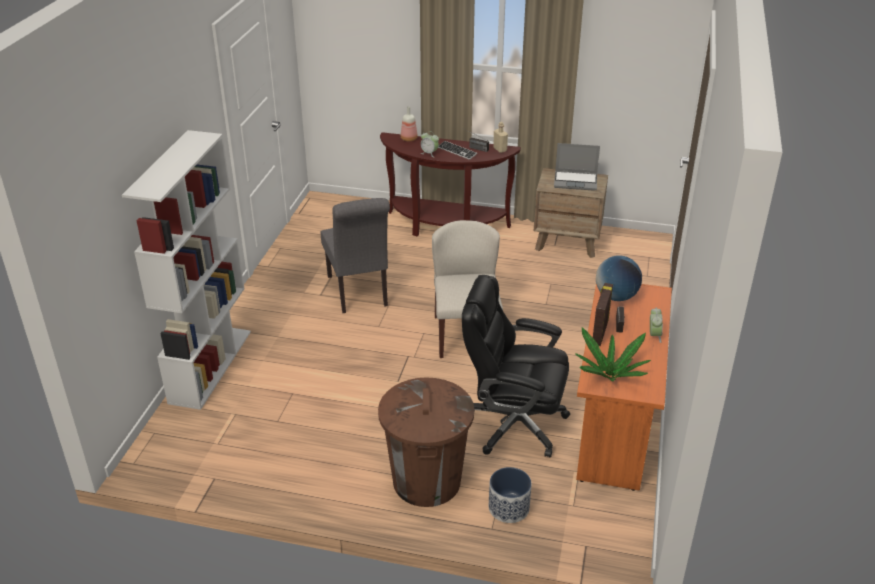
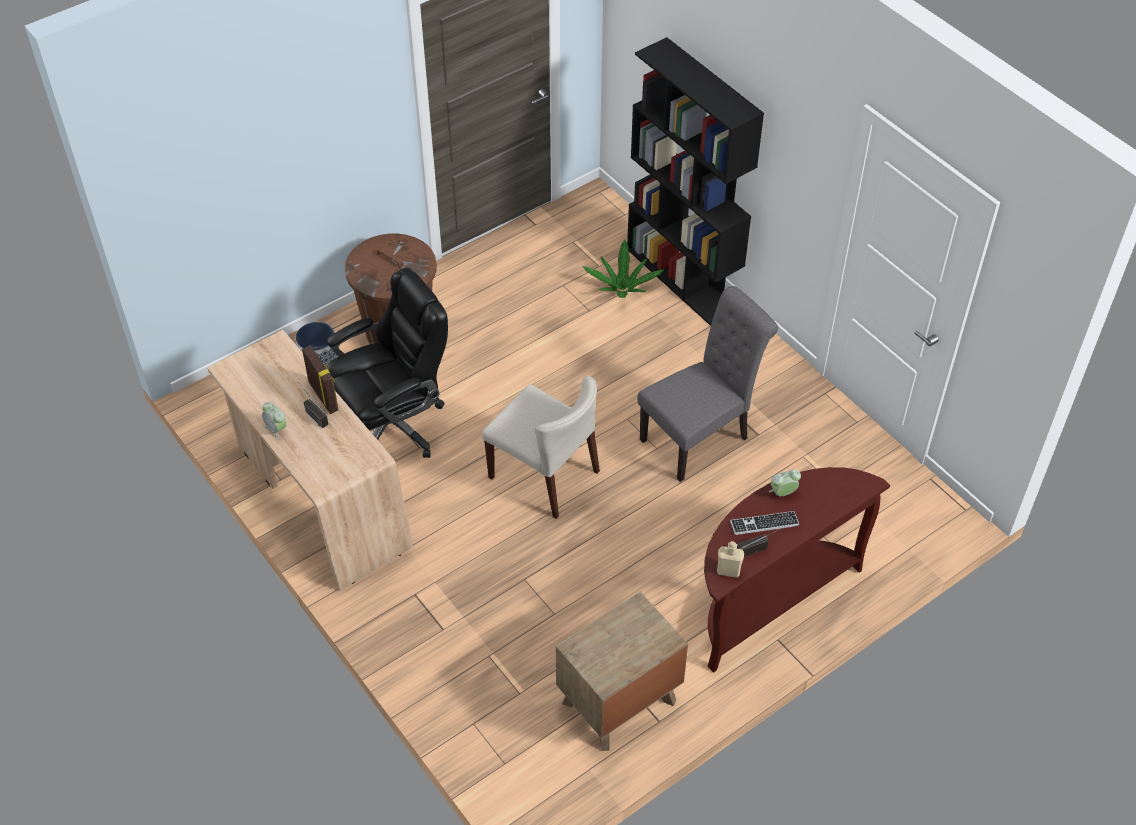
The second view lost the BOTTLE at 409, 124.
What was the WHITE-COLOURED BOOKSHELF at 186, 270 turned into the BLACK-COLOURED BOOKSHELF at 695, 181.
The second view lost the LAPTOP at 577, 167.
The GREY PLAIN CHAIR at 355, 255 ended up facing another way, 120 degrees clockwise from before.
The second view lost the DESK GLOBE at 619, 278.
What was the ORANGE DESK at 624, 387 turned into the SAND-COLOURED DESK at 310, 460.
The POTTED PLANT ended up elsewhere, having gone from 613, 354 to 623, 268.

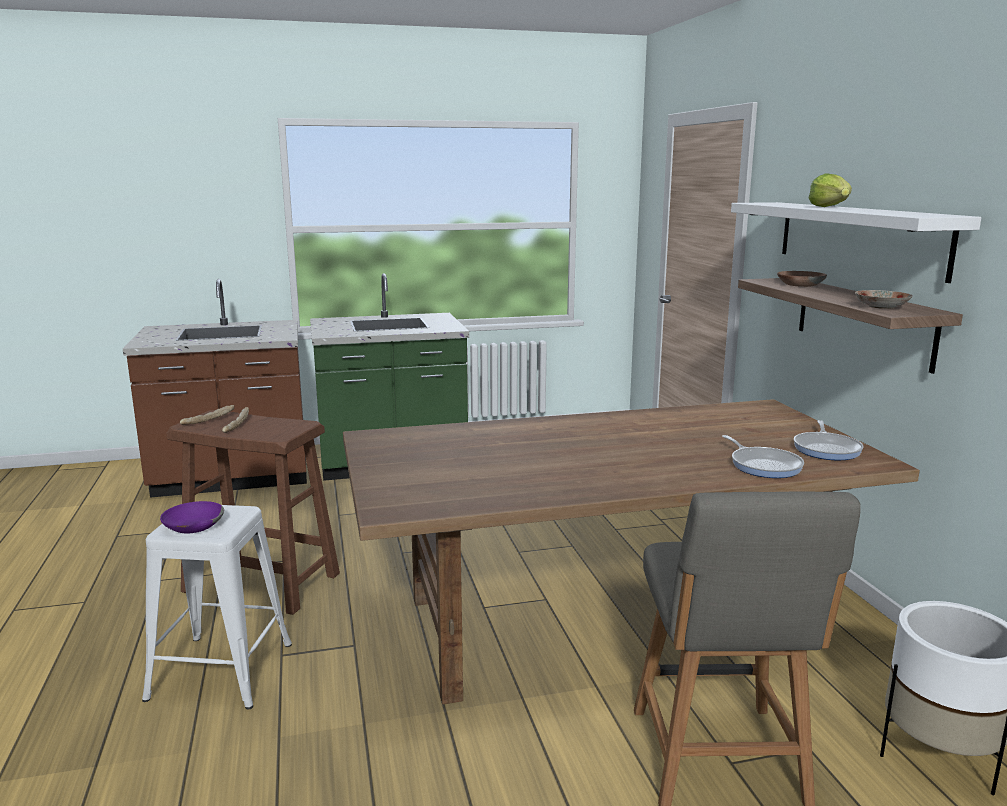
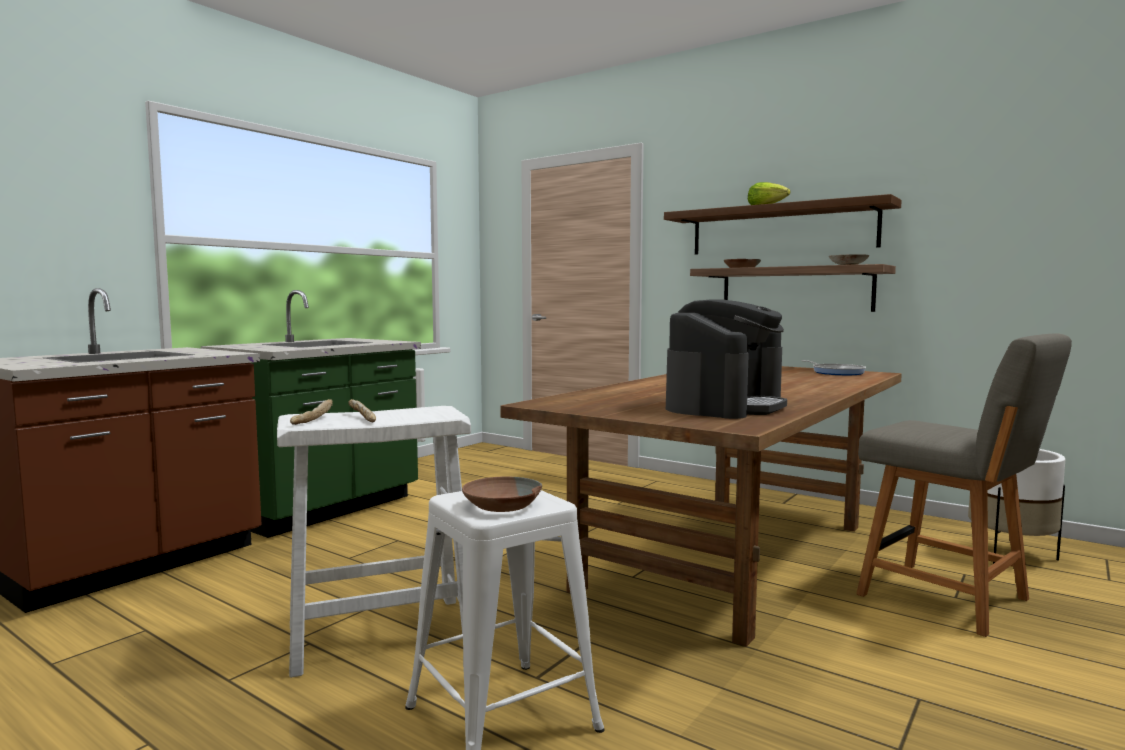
What was the WHITE-COLOURED WALL SHELF at 856, 242 turned into the BROWNISH WALL SHELF at 783, 224.
What was the BROWNISH STOOL SEAT at 253, 512 turned into the WHITE-COLOURED STOOL SEAT at 374, 542.
The second view lost the FRYING PAN at 763, 456.
What was the PURPLE SERVING BOWL at 192, 517 turned into the BROWNISH SERVING BOWL at 502, 494.
The second view gained the COFFEE MACHINE at 726, 359.

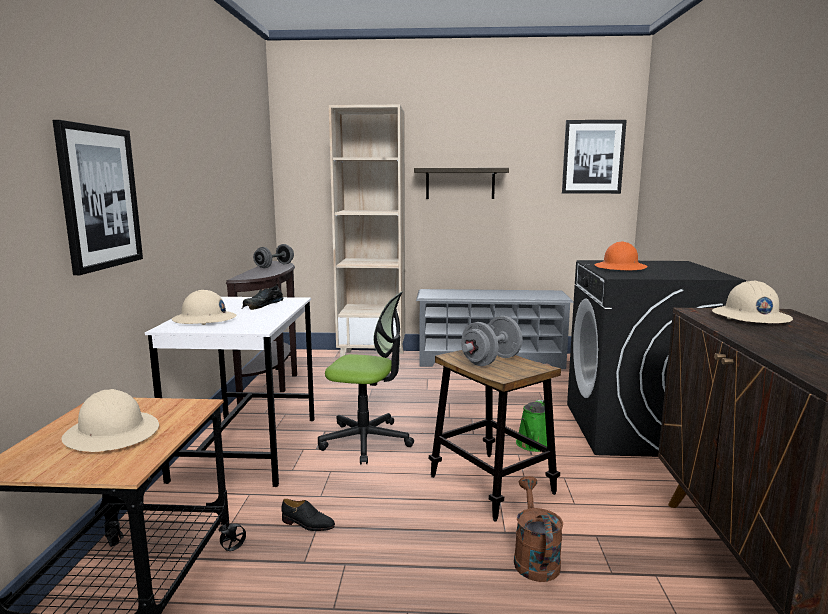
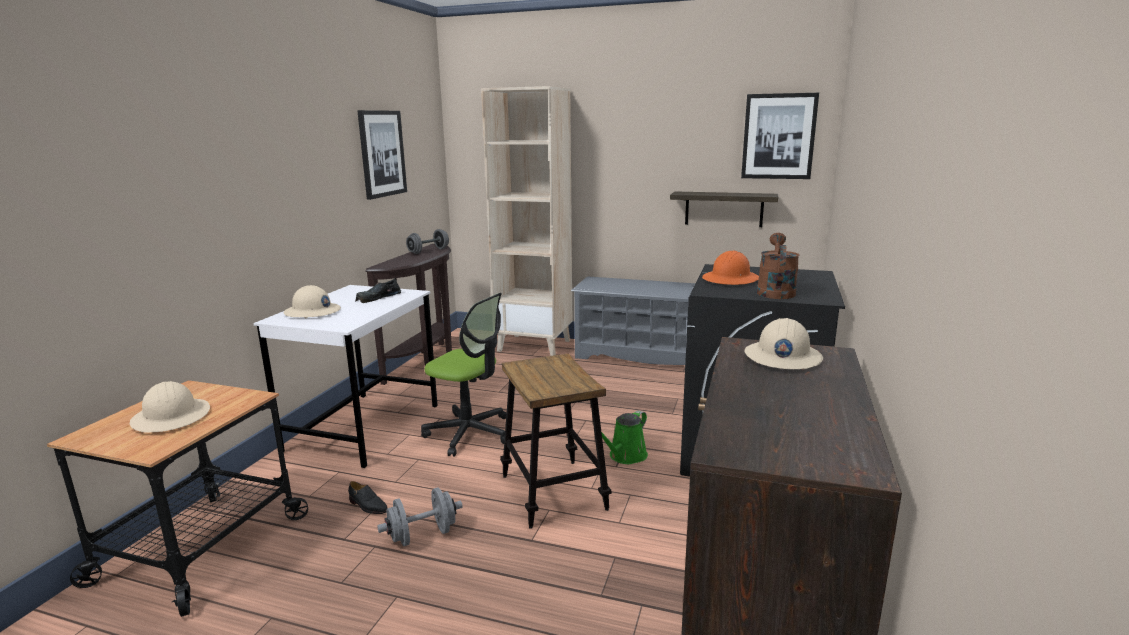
The WALL ART ended up elsewhere, having gone from 98, 197 to 382, 155.
The WALL SHELF ended up elsewhere, having gone from 461, 183 to 724, 209.
The GREY FREE WEIGHT ended up elsewhere, having gone from 492, 341 to 420, 516.
The BROWNISH WATERING POT ended up elsewhere, having gone from 538, 529 to 778, 266.

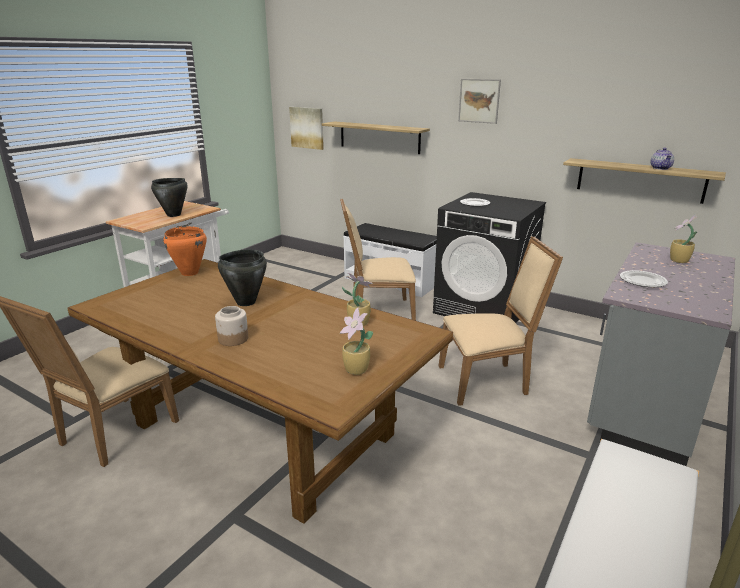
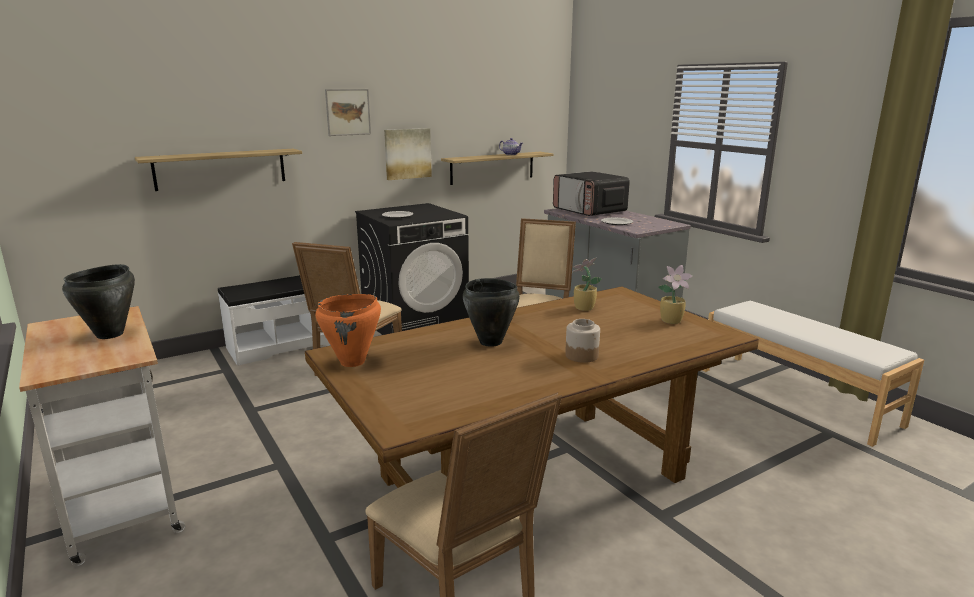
The WALL ART ended up elsewhere, having gone from 306, 128 to 408, 154.
Where the POTTED PLANT stood at 683, 238, the KITCHEN MICROWAVE came to stand at 591, 193.

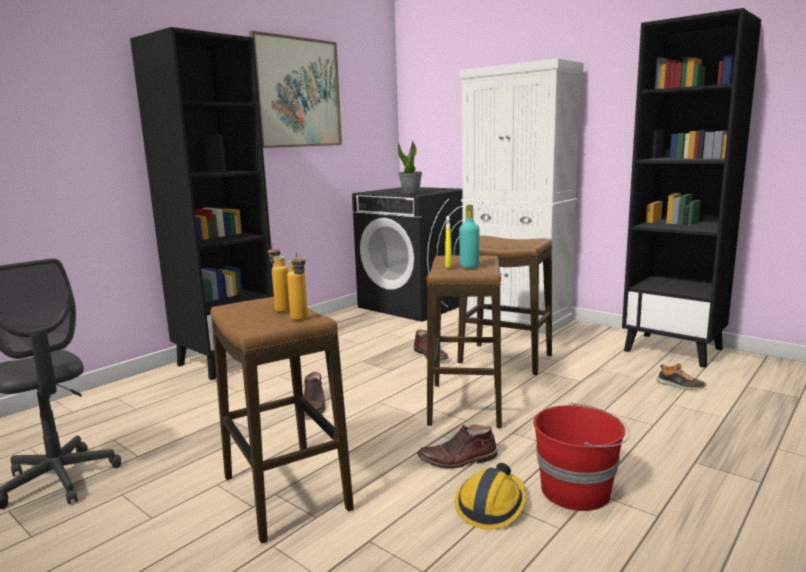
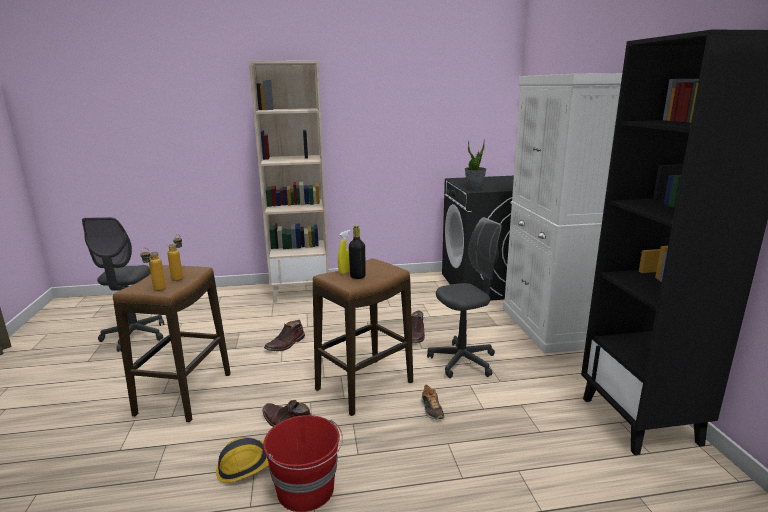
What was the BLACK-COLOURED BOOKSHELF at 202, 203 turned into the SAND-COLOURED BOOKSHELF at 289, 182.
The second view lost the WALL ART at 295, 89.
What was the TURQUOISE BOTTLE at 469, 236 turned into the BLACK-COLOURED BOTTLE at 357, 252.
Where the STOOL SEAT stood at 505, 305, the GREY COMPUTER CHAIR came to stand at 464, 297.
The LOW SHOE ended up elsewhere, having gone from 681, 376 to 433, 401.

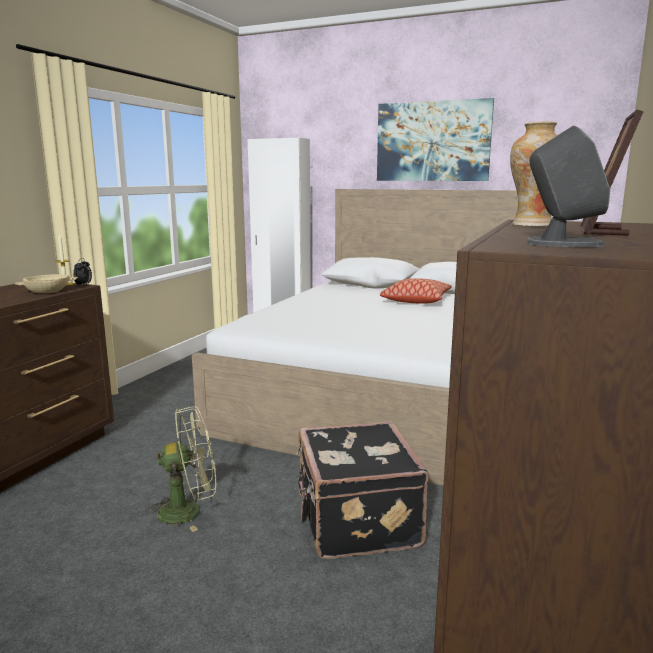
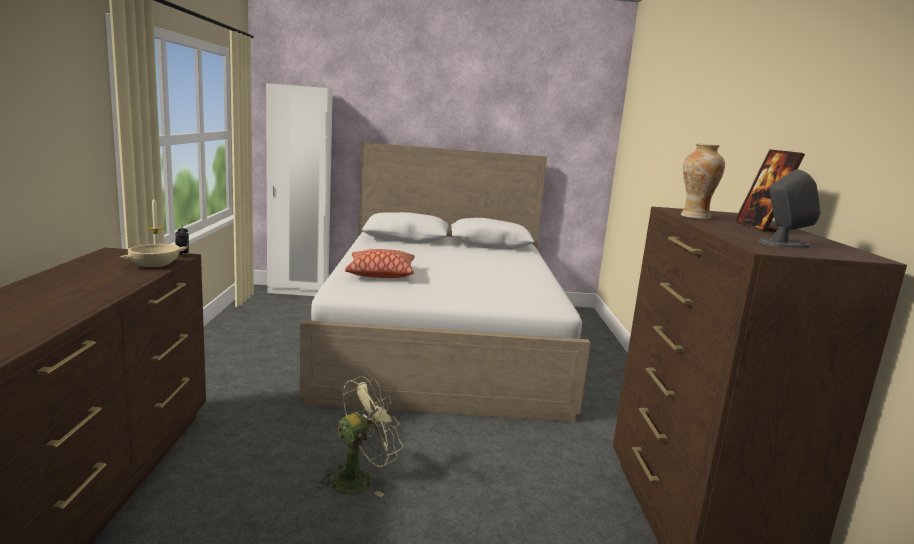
The second view lost the WALL ART at 435, 139.
The PILLOW ended up elsewhere, having gone from 415, 291 to 380, 263.
The second view lost the BLACK-COLOURED TRAVEL CASE at 362, 490.

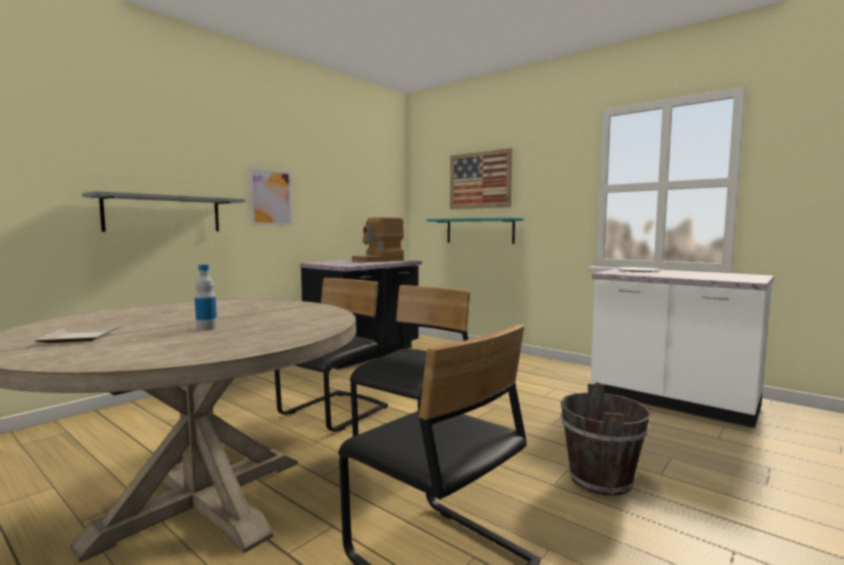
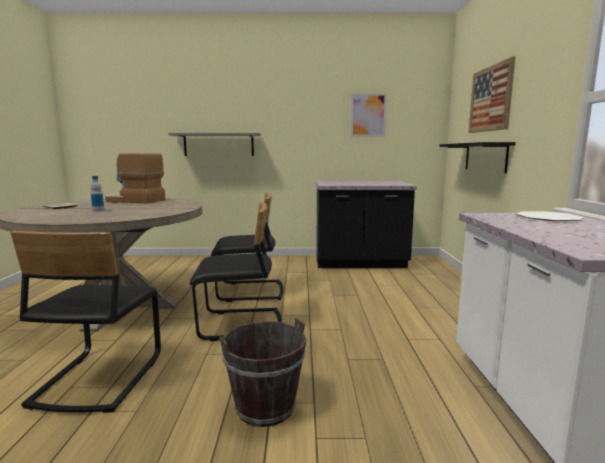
The WALL ART ended up elsewhere, having gone from 270, 196 to 369, 115.
The COFFEE MACHINE ended up elsewhere, having gone from 378, 239 to 135, 178.
What was the TURQUOISE WALL SHELF at 475, 231 turned into the BLACK-COLOURED WALL SHELF at 477, 157.

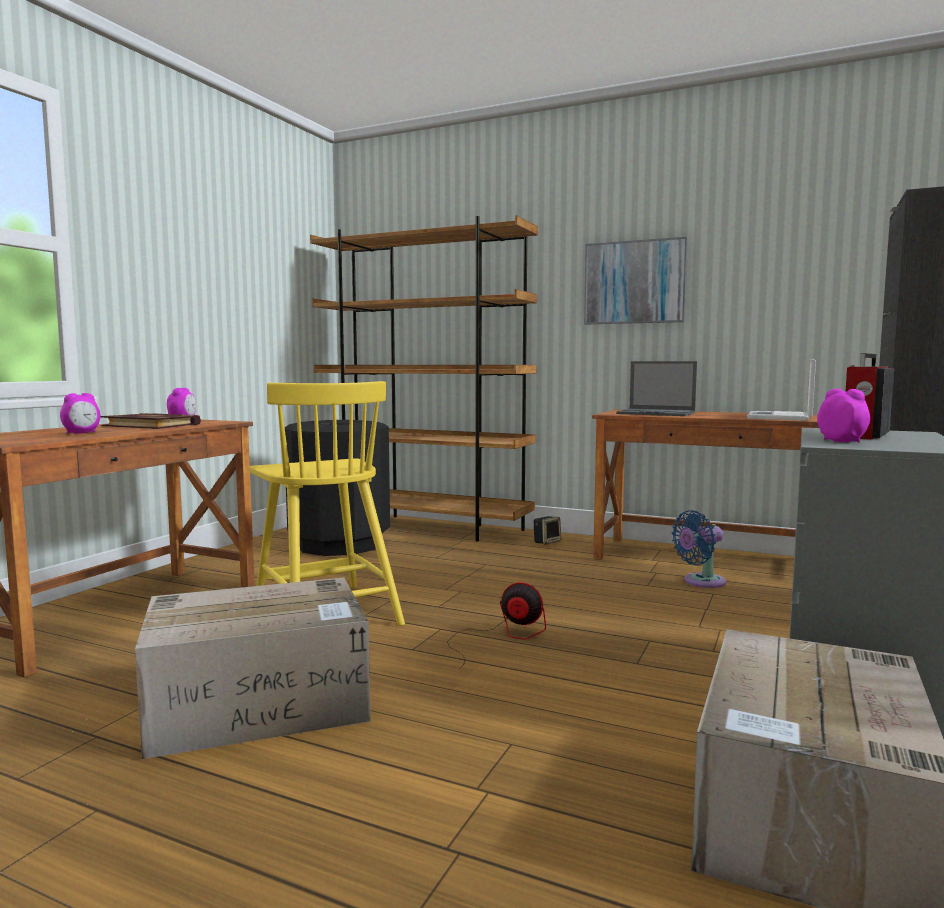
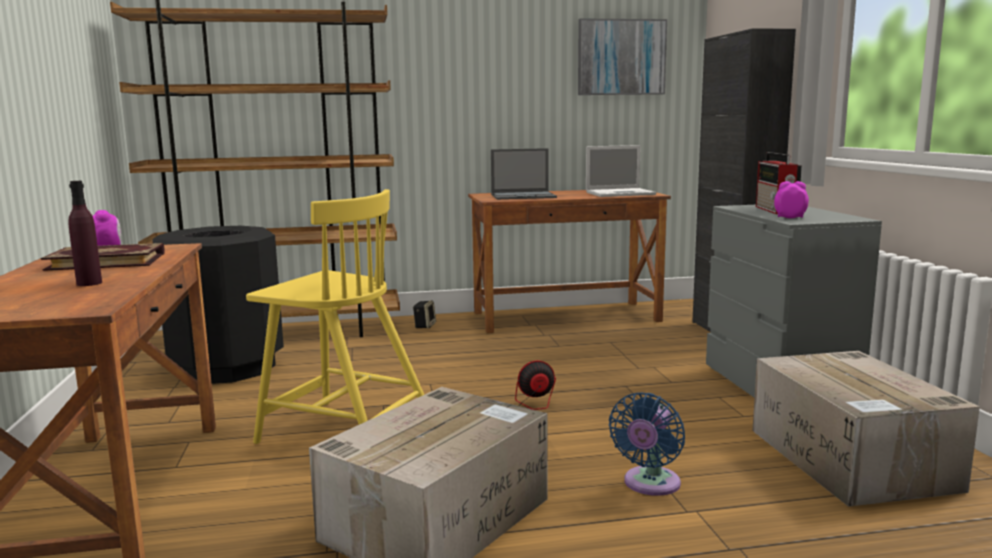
The WALL ART ended up elsewhere, having gone from 636, 280 to 622, 57.
The LAPTOP at 781, 390 ended up facing another way, 90 degrees counterclockwise from before.
Where the ALARM CLOCK stood at 80, 413, the PURPLE BOTTLE came to stand at 85, 233.
The BLUE-COLOURED COOLING FAN ended up elsewhere, having gone from 699, 549 to 647, 444.

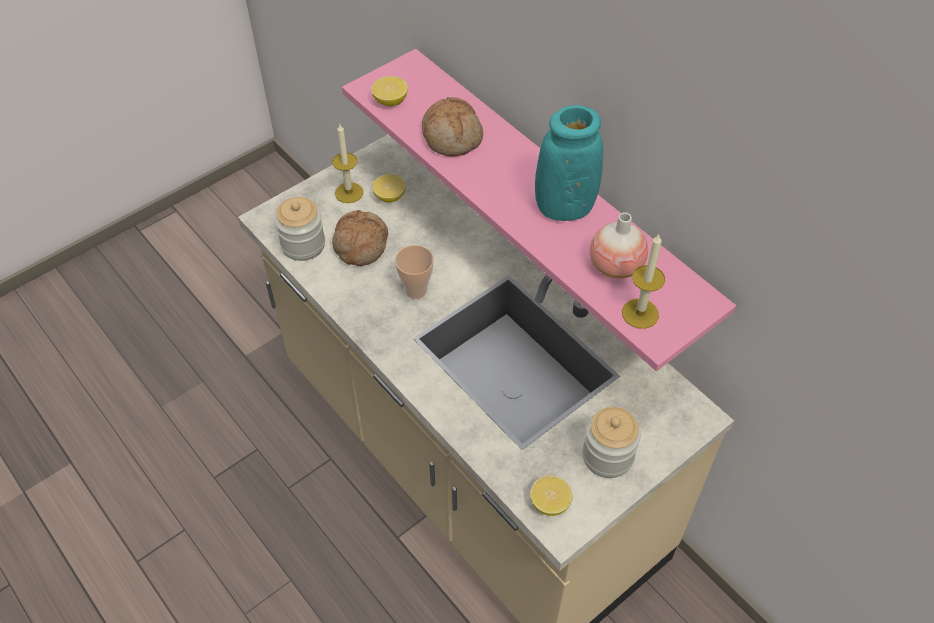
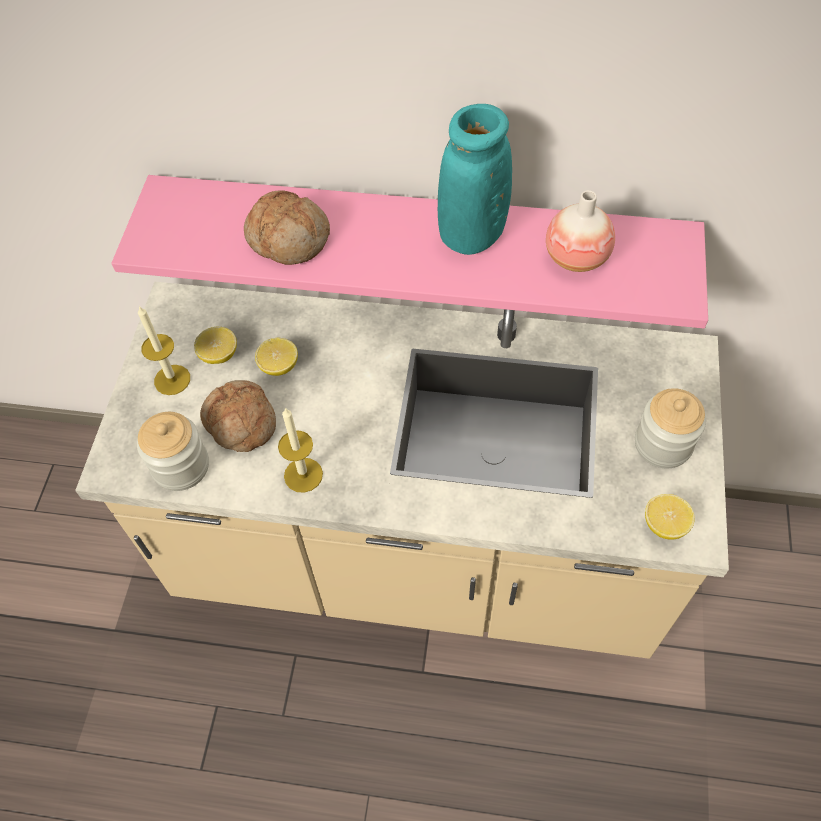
The LEMON ended up elsewhere, having gone from 389, 91 to 276, 357.
The WAX LIGHT ended up elsewhere, having gone from 643, 281 to 300, 450.
The second view lost the CUP at 414, 272.

